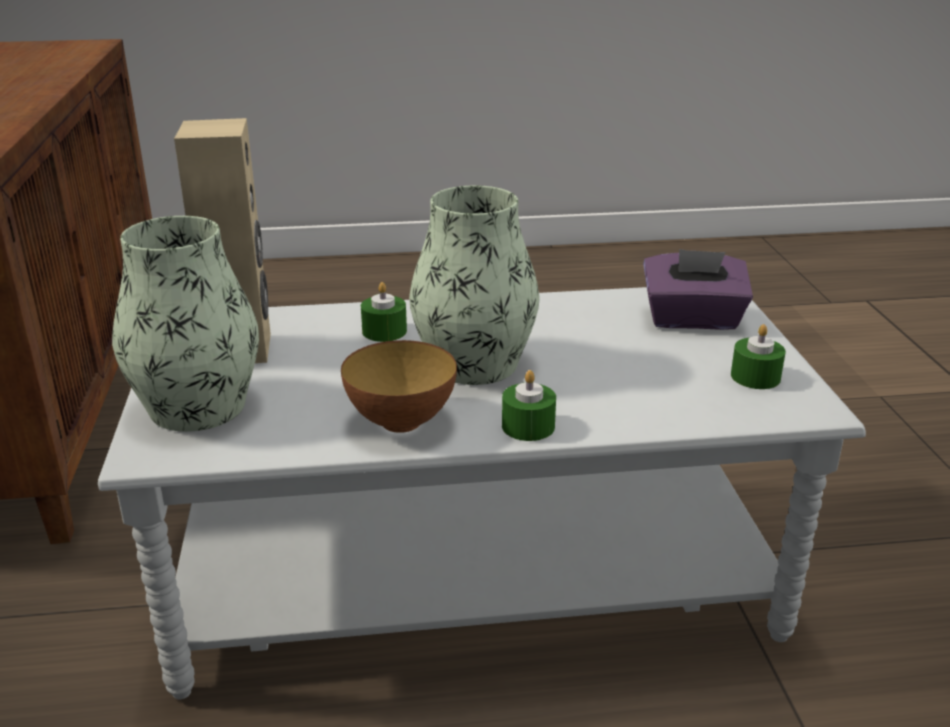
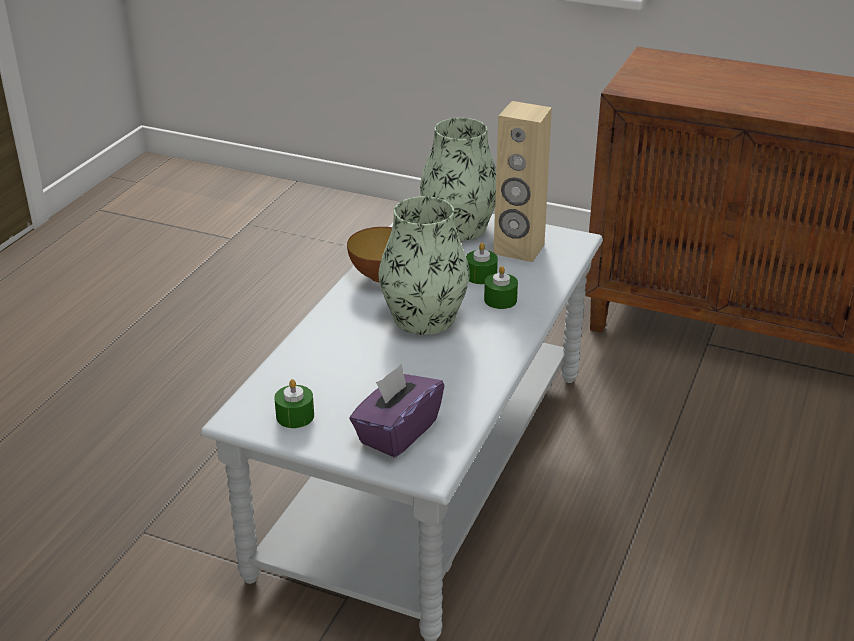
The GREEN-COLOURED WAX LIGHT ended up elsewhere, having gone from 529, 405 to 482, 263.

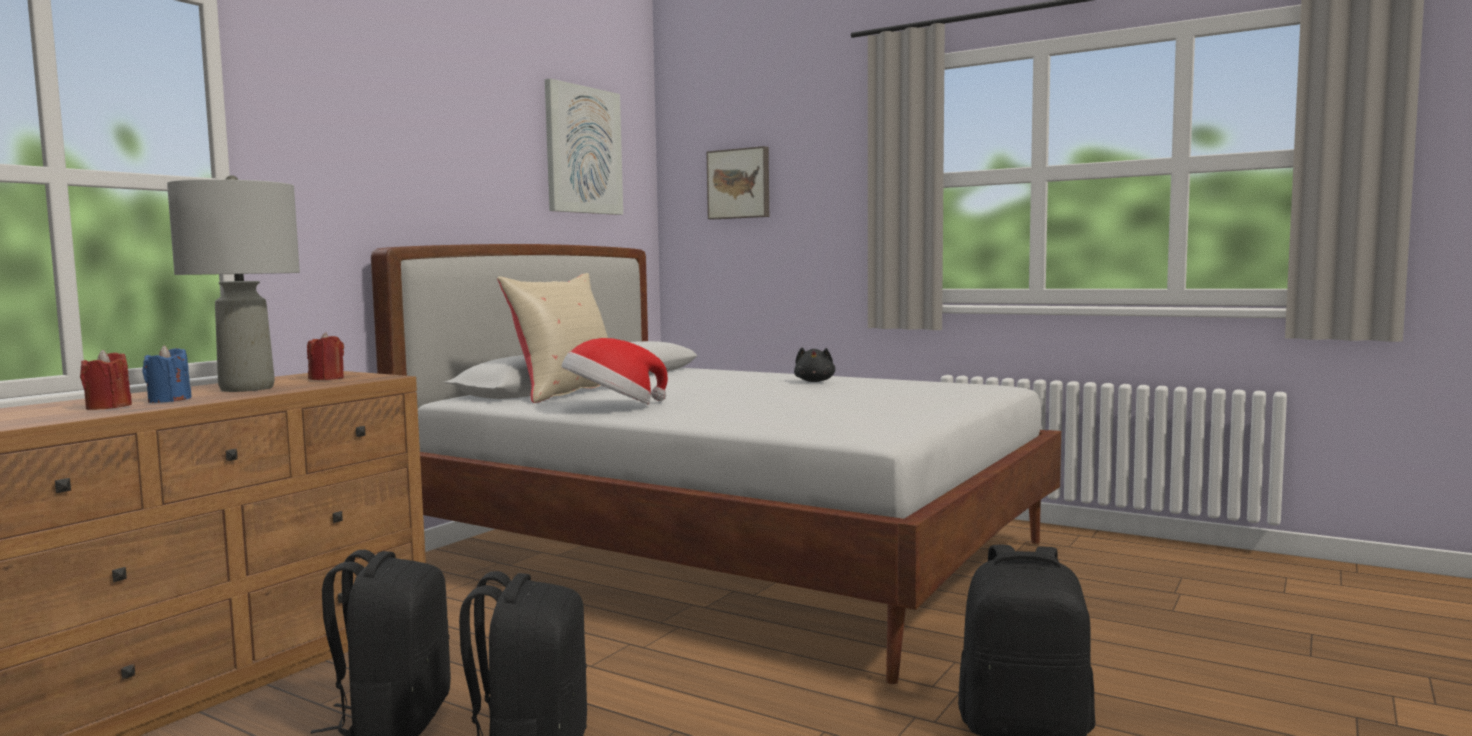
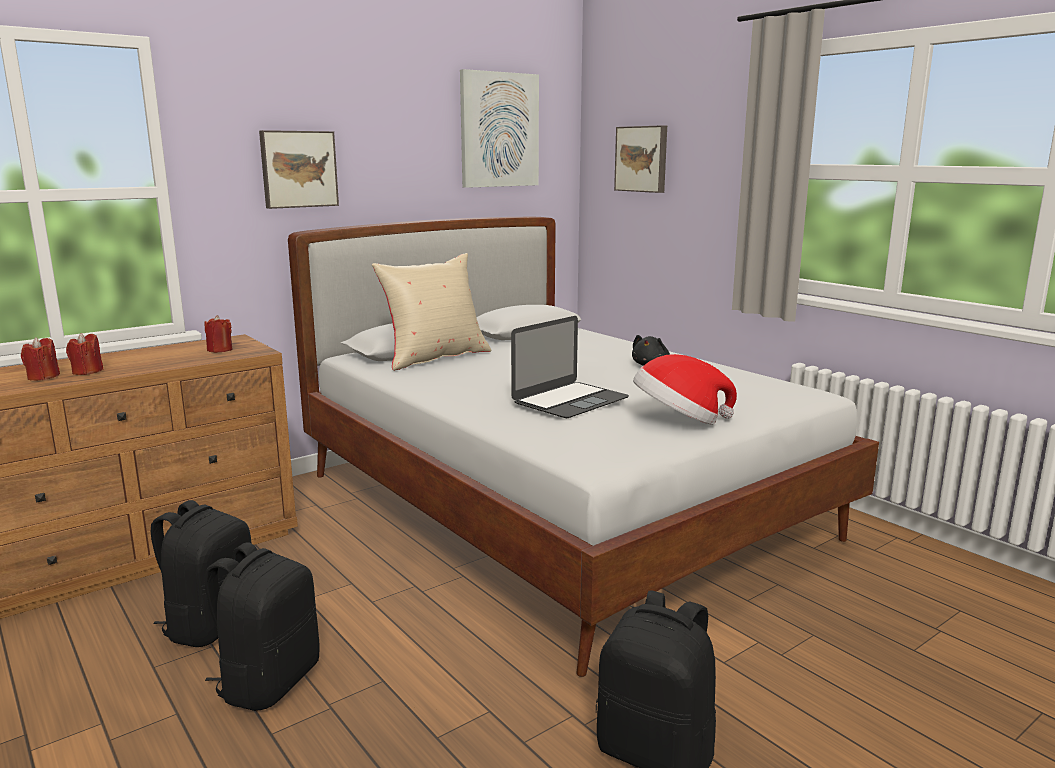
The second view lost the GREY LAMP FOR A TABLE at 233, 283.
The WEARABLE HAT ended up elsewhere, having gone from 615, 371 to 685, 389.
What was the BLUE-COLOURED WAX LIGHT at 167, 374 turned into the RED-COLOURED WAX LIGHT at 85, 354.
The second view gained the WALL ART at 299, 169.
The second view gained the LAPTOP at 570, 367.

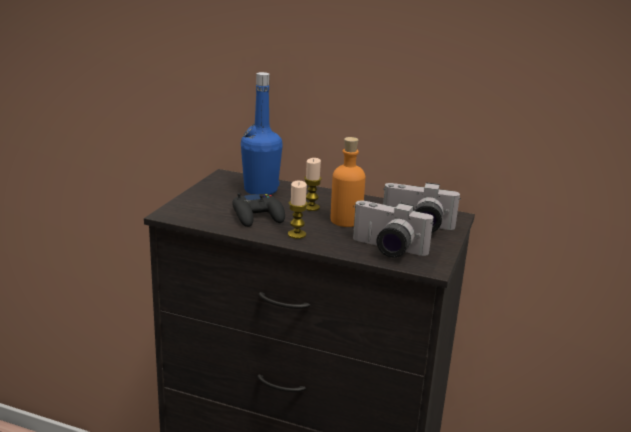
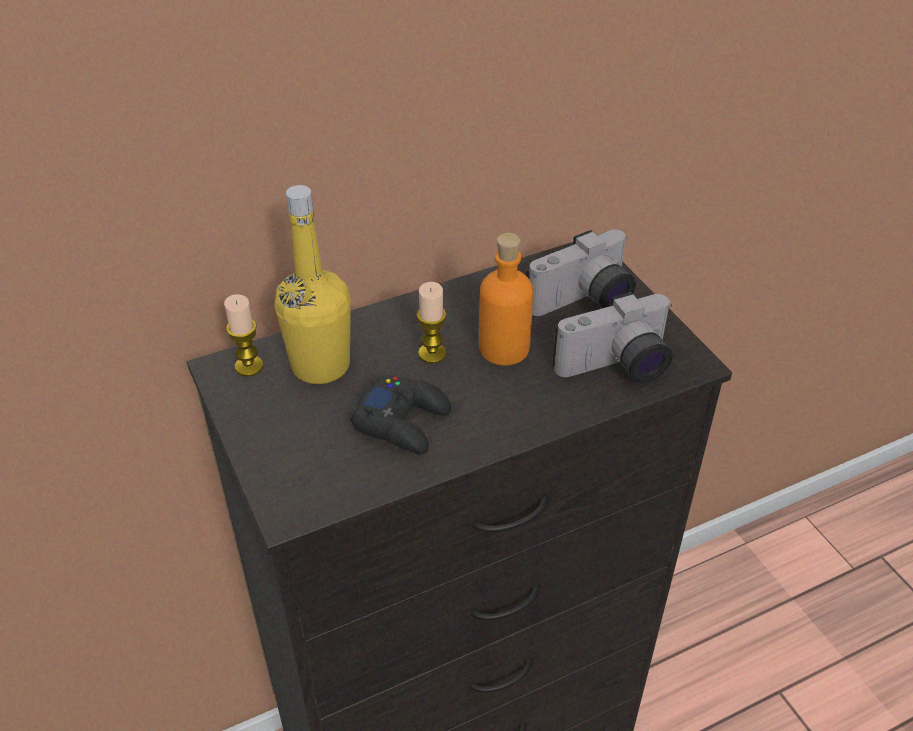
What was the BLUE-COLOURED BOTTLE at 262, 133 turned into the YELLOW-COLOURED BOTTLE at 312, 284.
The WAX LIGHT ended up elsewhere, having gone from 298, 210 to 243, 335.

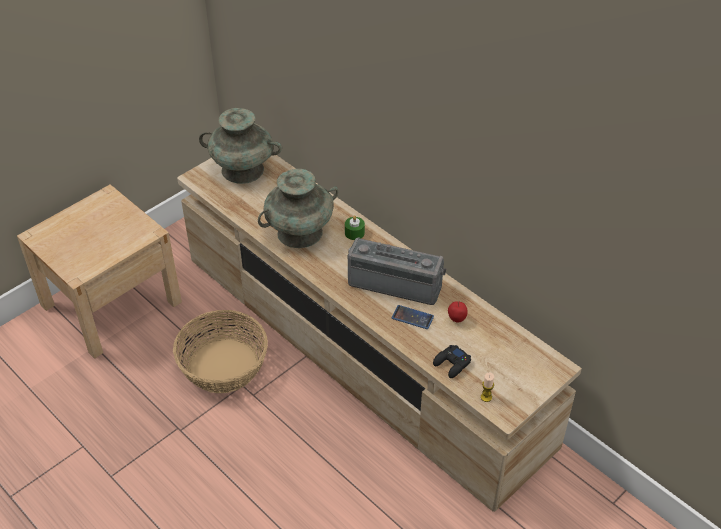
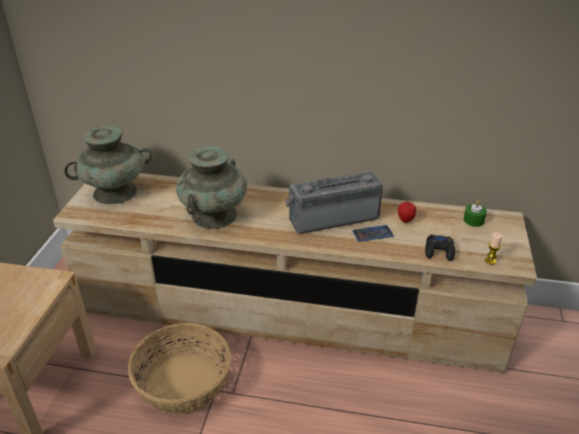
The GREEN-COLOURED WAX LIGHT ended up elsewhere, having gone from 355, 227 to 475, 213.

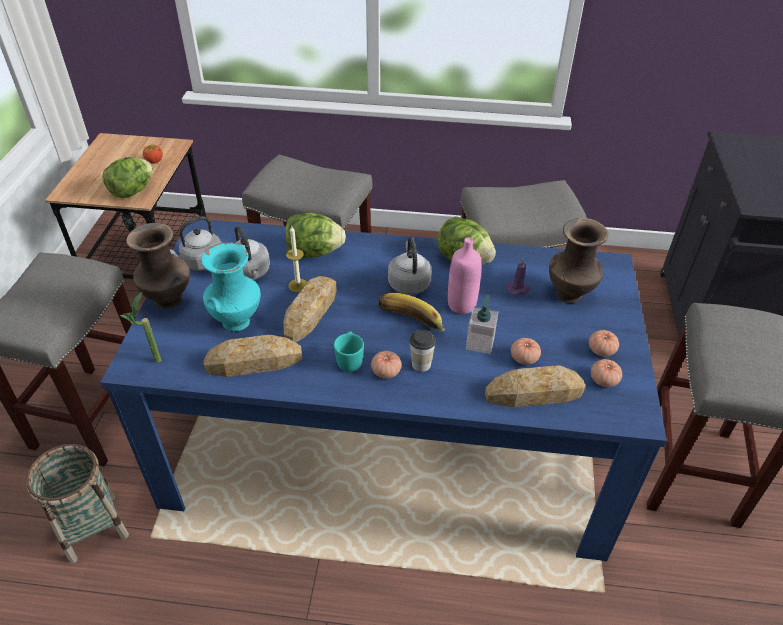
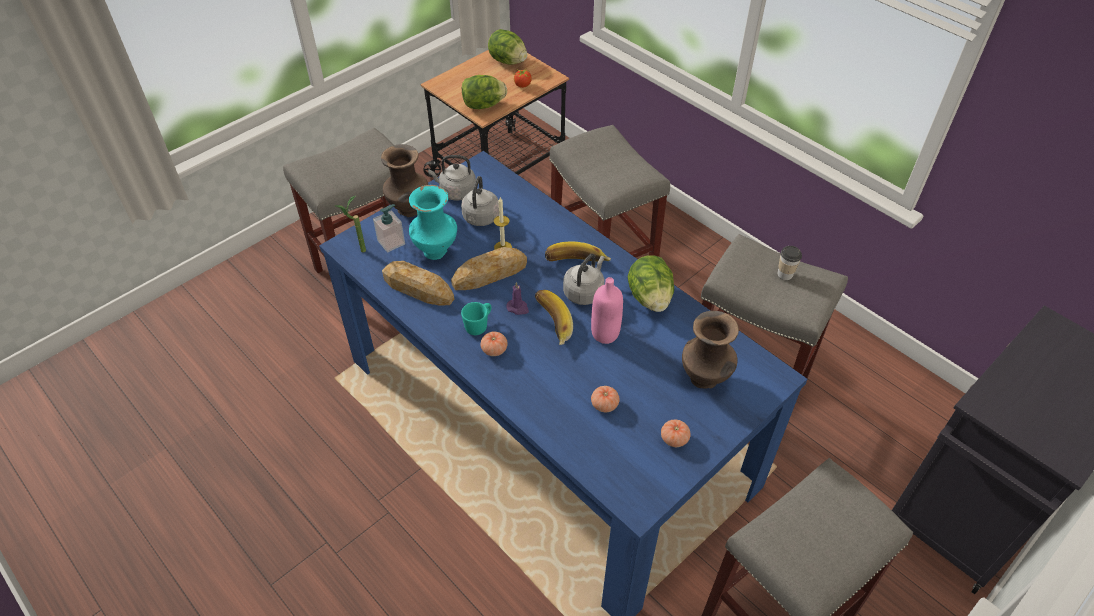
The HEAD OF LETTUCE ended up elsewhere, having gone from 315, 235 to 507, 47.
The PURPLE WAX LIGHT ended up elsewhere, having gone from 518, 277 to 517, 298.
The LIQUID SOAP BOTTLE ended up elsewhere, having gone from 482, 324 to 389, 228.
The CUP ended up elsewhere, having gone from 423, 351 to 789, 263.
The second view lost the WHOLE TOMATO at 606, 373.
The second view lost the BREAD at 535, 386.
The second view lost the HOUSEHOLD BASKET at 77, 504.
The second view gained the BANANA at 578, 252.

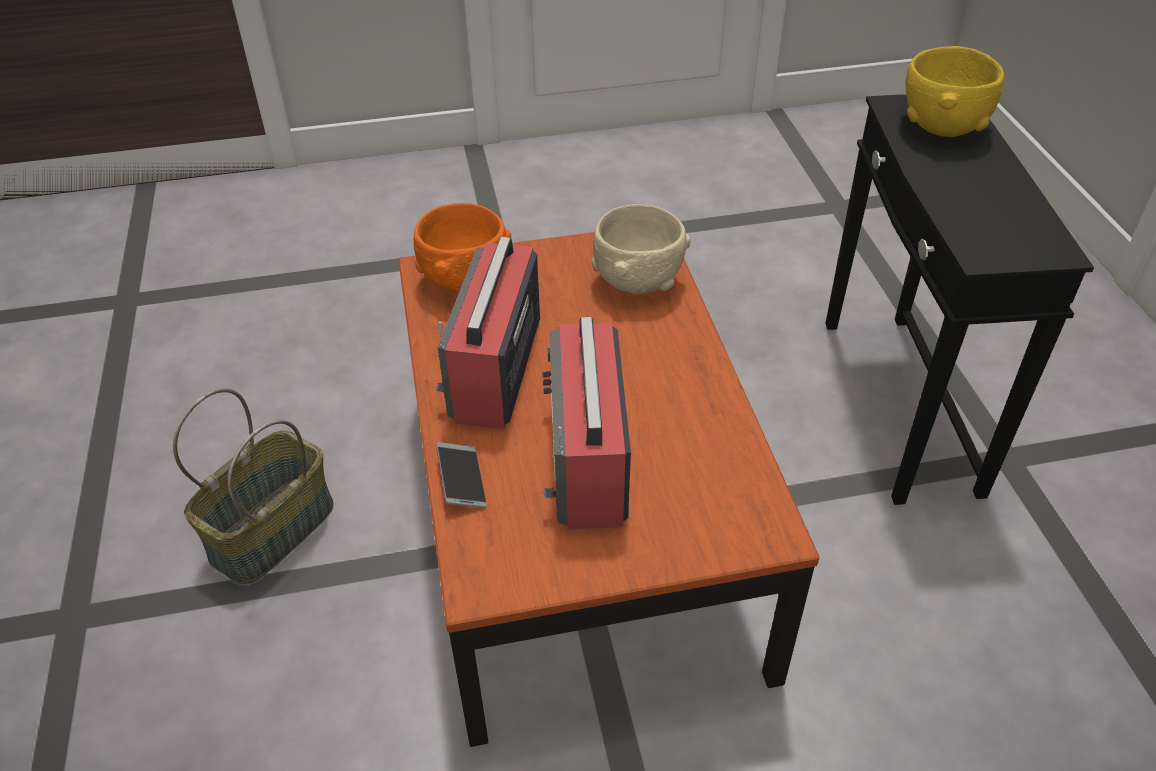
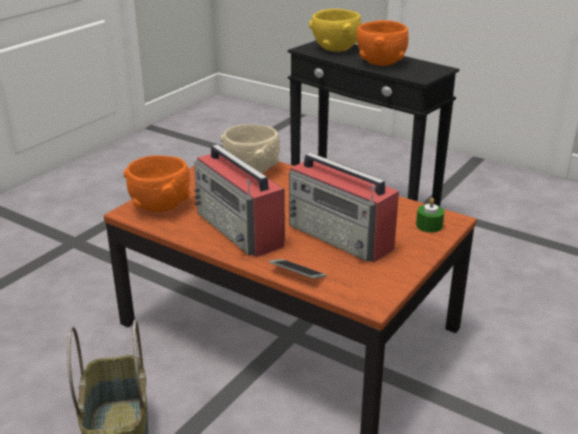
The second view gained the ORANGE SERVING BOWL at 383, 43.
The second view gained the GREEN-COLOURED WAX LIGHT at 430, 215.

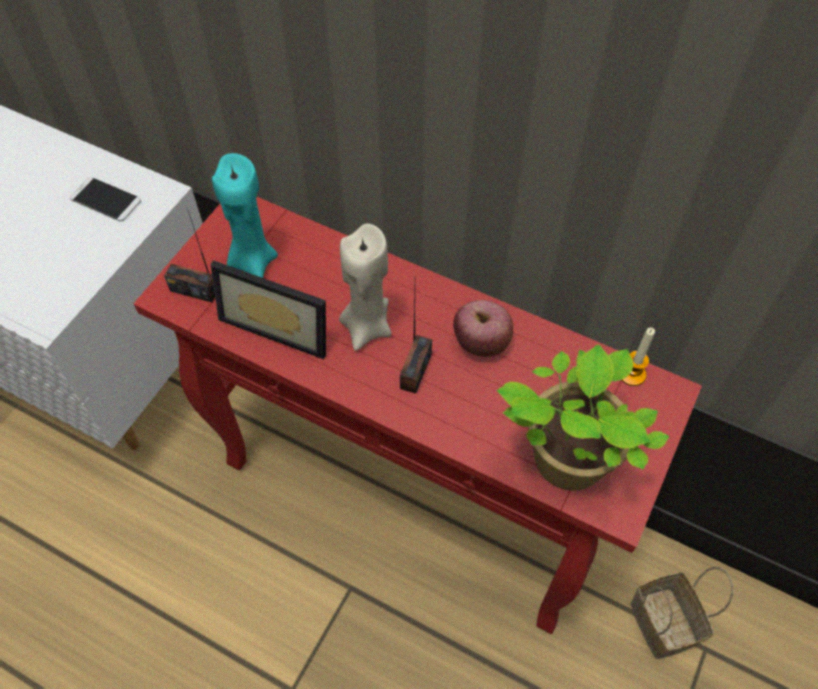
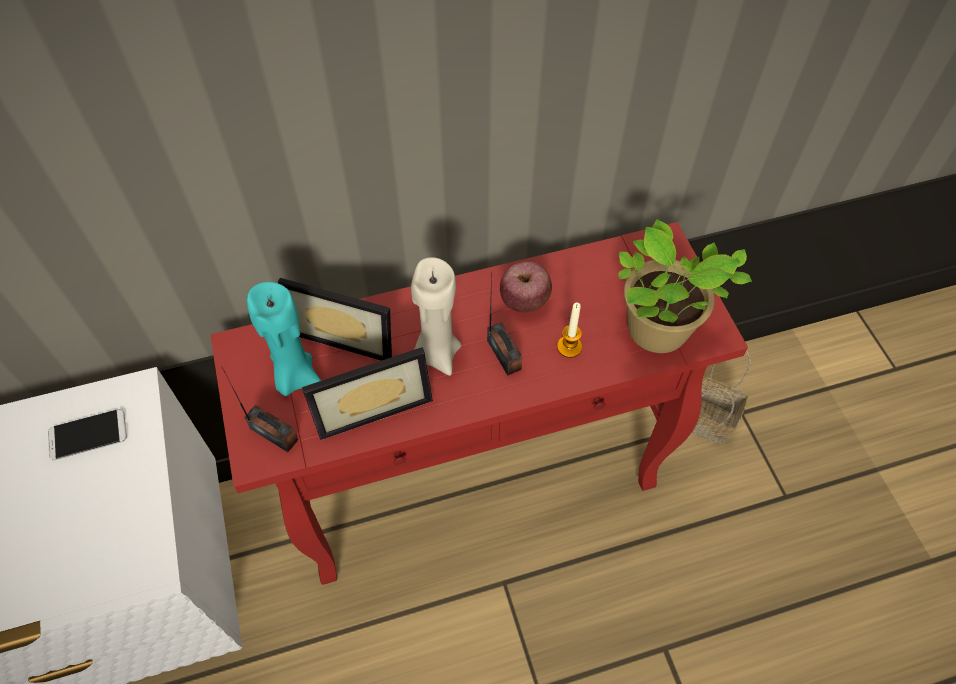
The RADIO at 189, 255 ended up facing another way, 120 degrees counterclockwise from before.
The WAX LIGHT ended up elsewhere, having gone from 638, 357 to 569, 330.
The second view gained the STANDING FRAME at 335, 319.

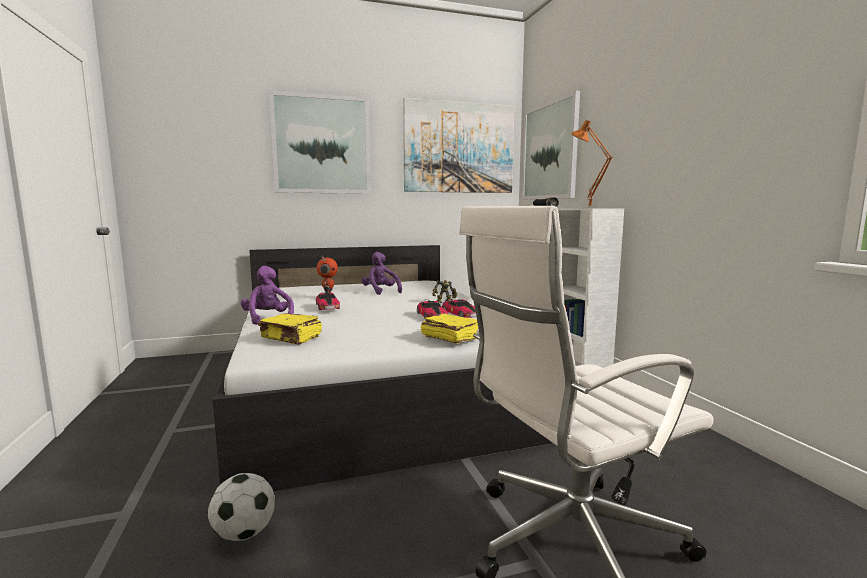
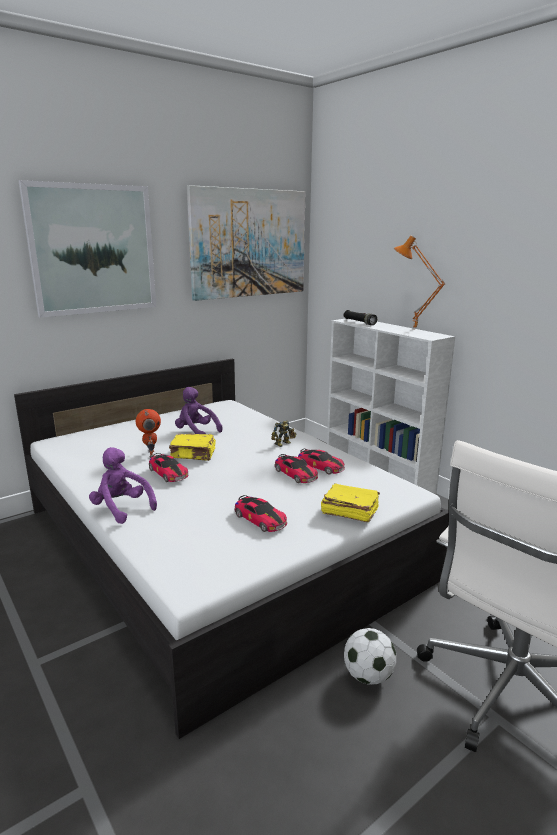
The second view lost the WALL ART at 551, 145.
The YELLOW-COLOURED BOOK ended up elsewhere, having gone from 290, 329 to 192, 447.
The FOOTBALL ended up elsewhere, having gone from 241, 507 to 370, 656.
The second view gained the TOY CAR at 260, 513.

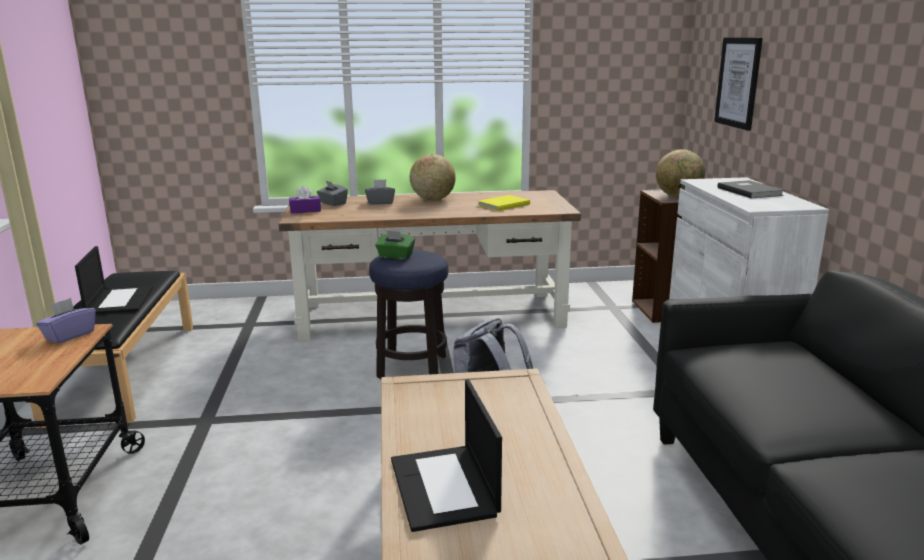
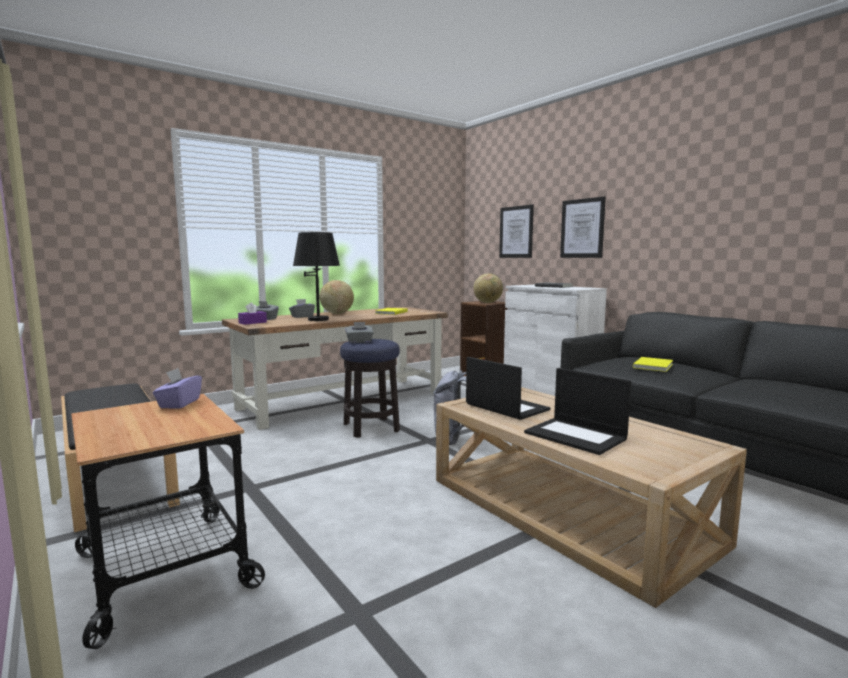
What was the GREEN-COLOURED TISSUE HOLDER at 395, 245 turned into the GREY TISSUE HOLDER at 359, 332.
The LAPTOP ended up elsewhere, having gone from 114, 280 to 508, 388.
The second view gained the WALL ART at 583, 227.
The second view gained the BLACK-COLOURED LAMP FOR A TABLE at 316, 276.
The second view gained the YELLOW-COLOURED BOOK at 653, 364.

